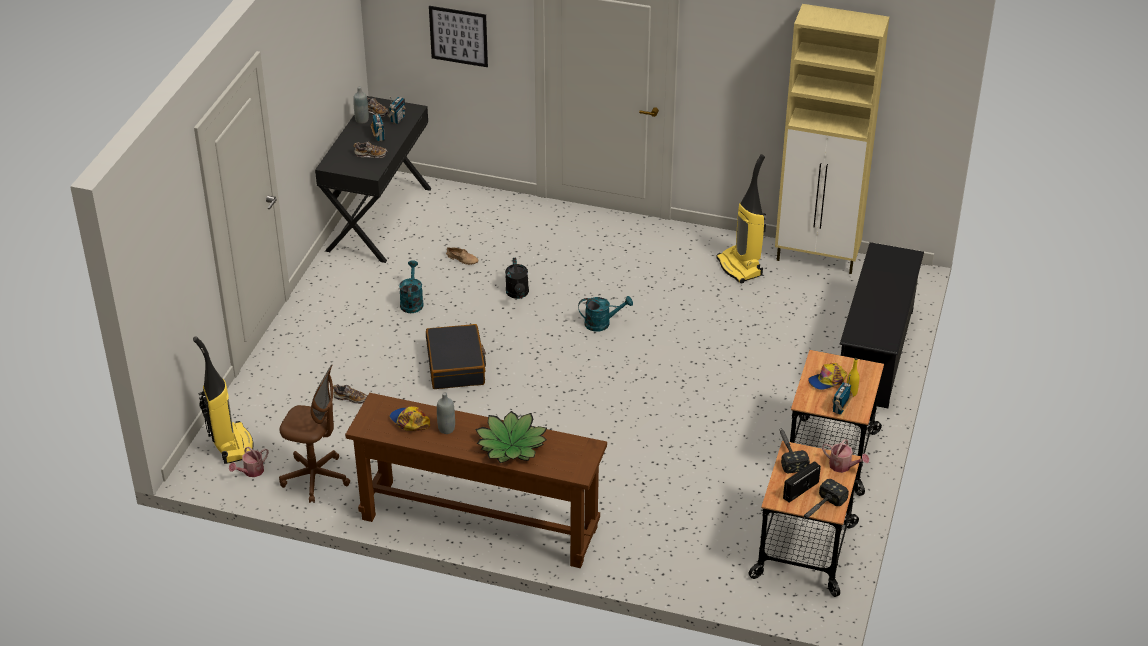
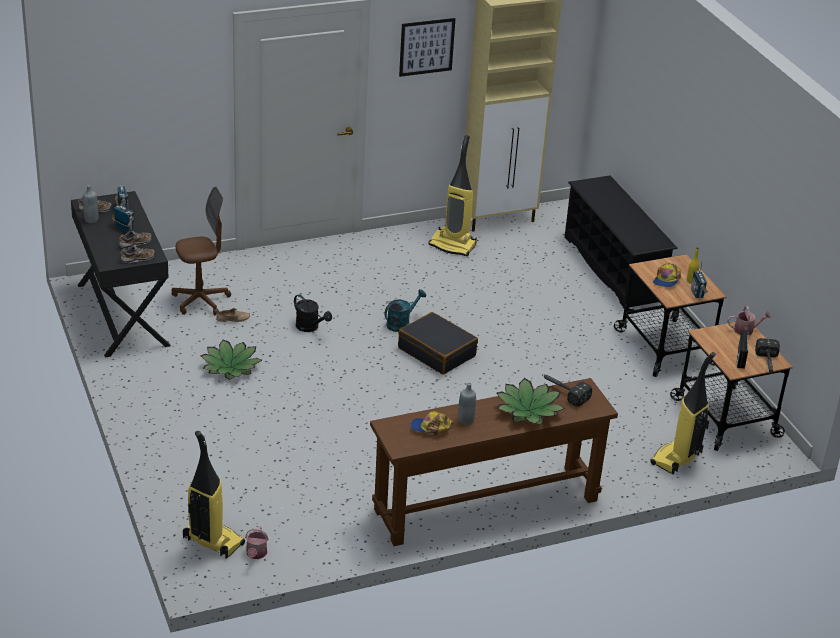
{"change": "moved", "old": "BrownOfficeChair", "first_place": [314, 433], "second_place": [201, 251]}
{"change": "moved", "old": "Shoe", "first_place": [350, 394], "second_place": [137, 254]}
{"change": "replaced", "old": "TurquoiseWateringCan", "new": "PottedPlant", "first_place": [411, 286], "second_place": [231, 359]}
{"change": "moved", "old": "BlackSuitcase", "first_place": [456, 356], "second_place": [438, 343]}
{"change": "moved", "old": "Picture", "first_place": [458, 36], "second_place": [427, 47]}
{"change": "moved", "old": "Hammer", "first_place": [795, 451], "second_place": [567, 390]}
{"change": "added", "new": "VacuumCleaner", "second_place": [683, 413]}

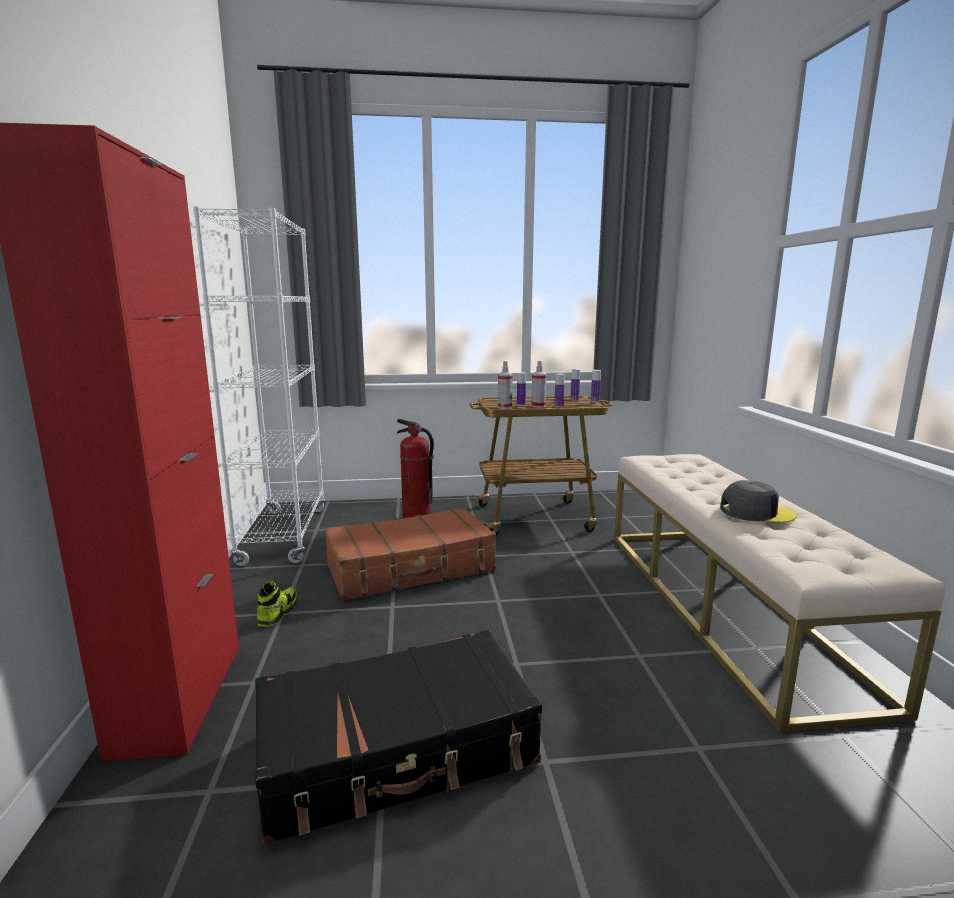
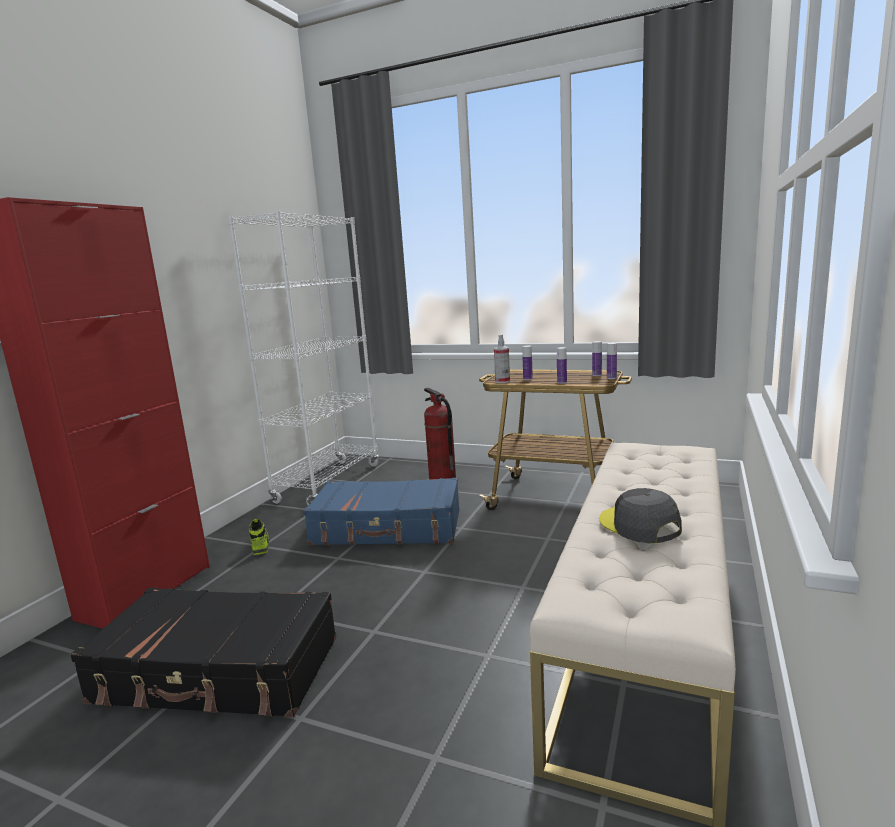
{"change": "turned", "old": "Shoe", "first_place": [277, 604], "second_place": [259, 537], "degrees": -60}
{"change": "recoloured", "old": "BrownSuitcase", "new": "BlueSuitcase", "first_place": [410, 554], "second_place": [381, 512]}
{"change": "removed", "old": "SprayBottle", "first_place": [539, 384]}
{"change": "turned", "old": "GreyCap", "first_place": [758, 501], "second_place": [640, 515], "degrees": -150}

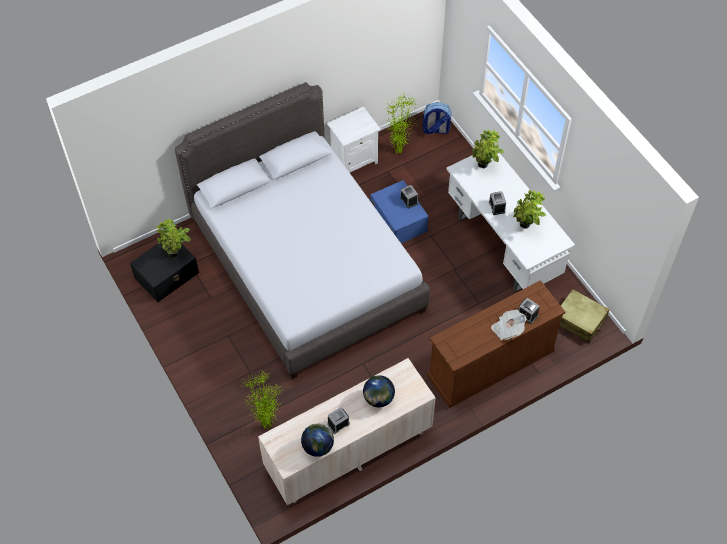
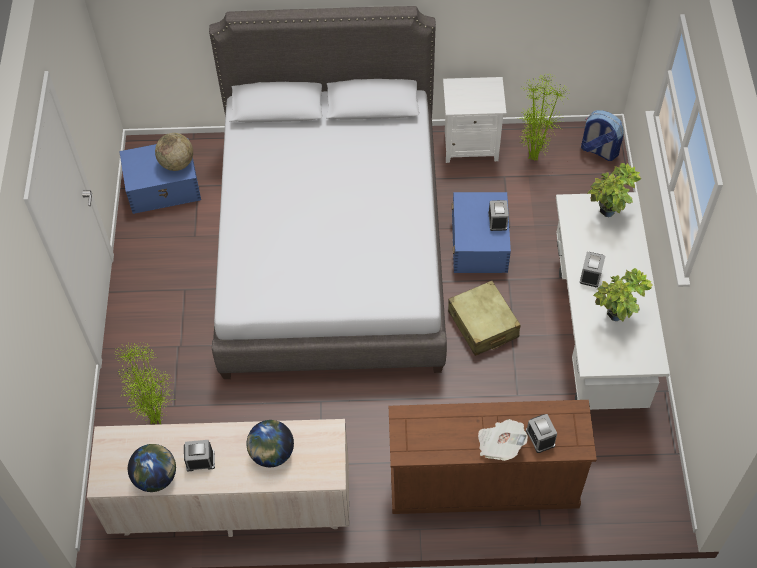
{"change": "recoloured", "old": "BlackStorageBox", "new": "BlueStorageBox", "first_place": [164, 271], "second_place": [160, 176]}
{"change": "replaced", "old": "PottedPlant", "new": "Globe", "first_place": [173, 238], "second_place": [174, 152]}
{"change": "moved", "old": "BeigeSuitcase", "first_place": [585, 316], "second_place": [484, 318]}

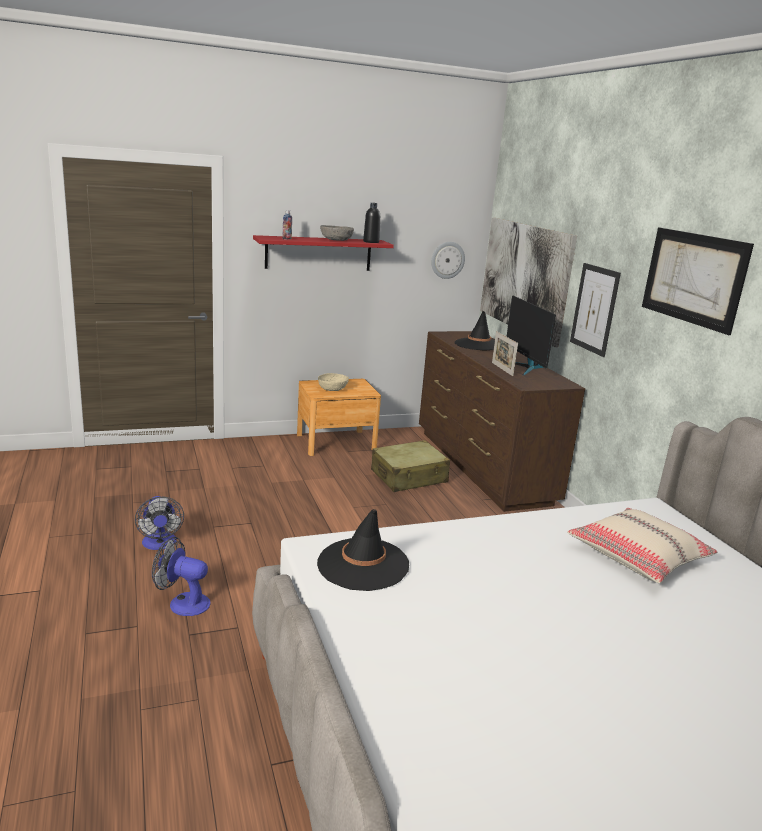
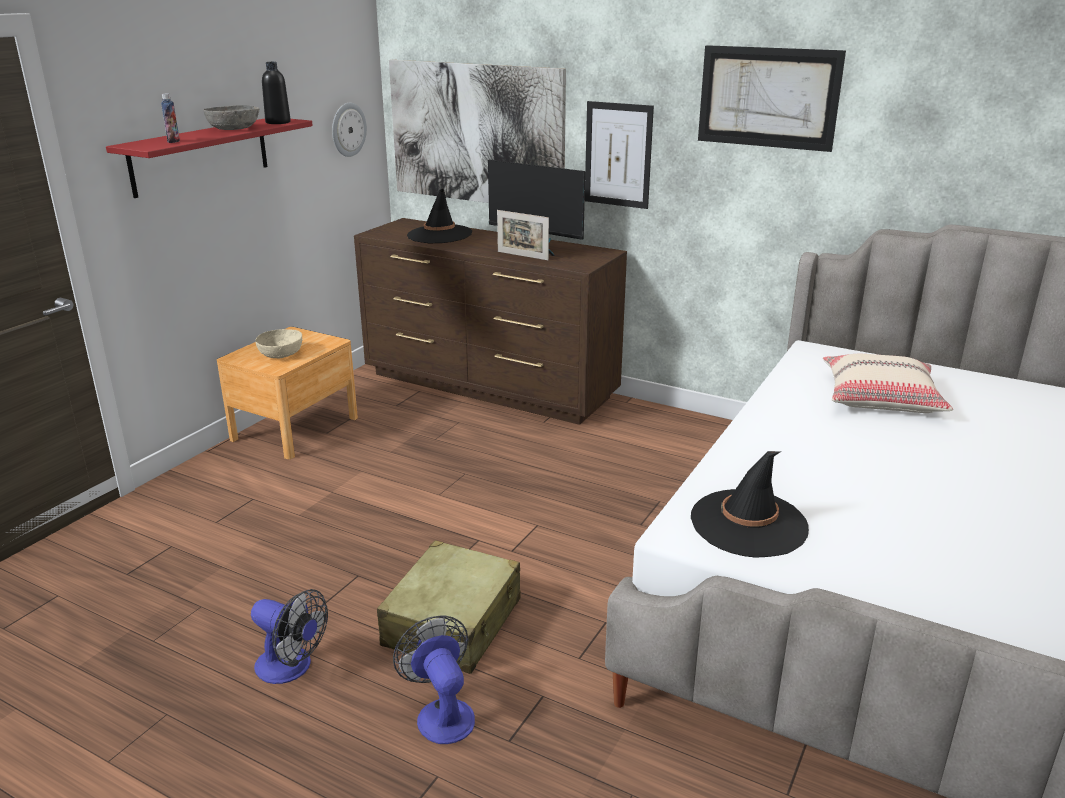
{"change": "turned", "old": "Fan", "first_place": [181, 576], "second_place": [434, 679], "degrees": 90}
{"change": "moved", "old": "BeigeSuitcase", "first_place": [410, 466], "second_place": [449, 607]}

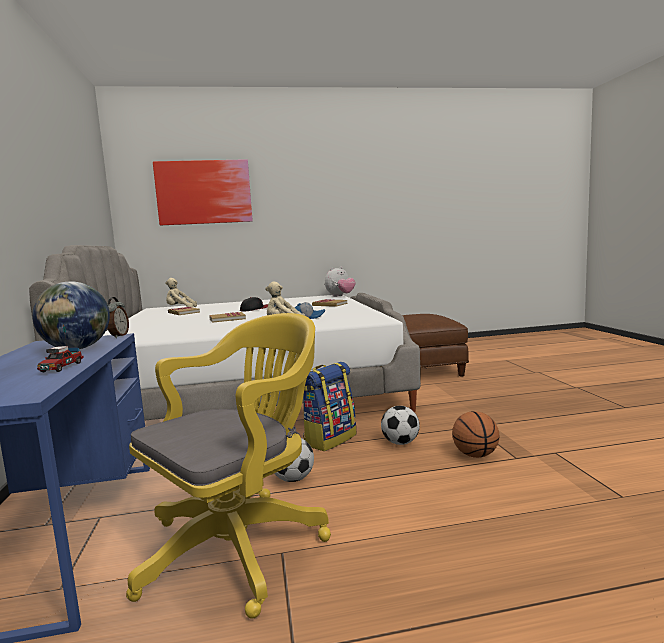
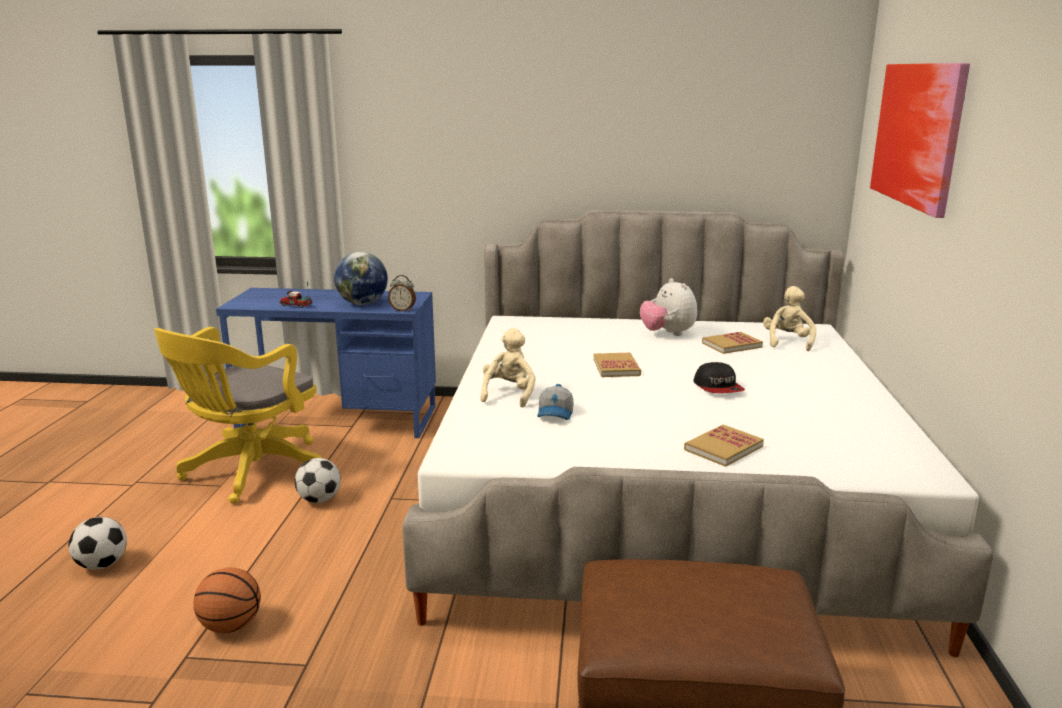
{"change": "turned", "old": "YellowOfficeChair", "first_place": [228, 466], "second_place": [238, 415], "degrees": 60}
{"change": "removed", "old": "Backpack", "first_place": [330, 406]}
{"change": "moved", "old": "PlushToy", "first_place": [340, 282], "second_place": [668, 307]}
{"change": "moved", "old": "Football", "first_place": [400, 425], "second_place": [98, 543]}

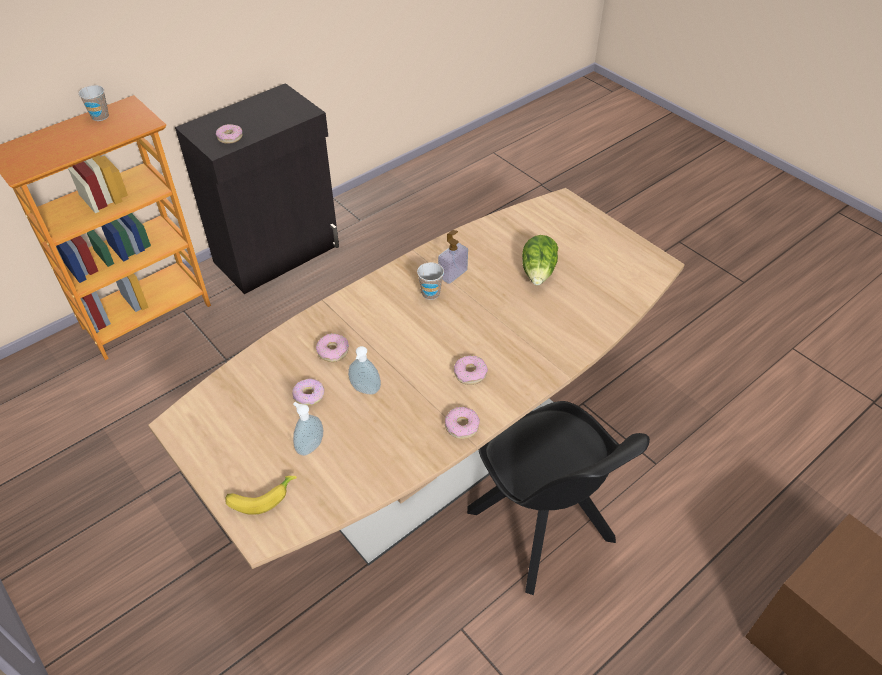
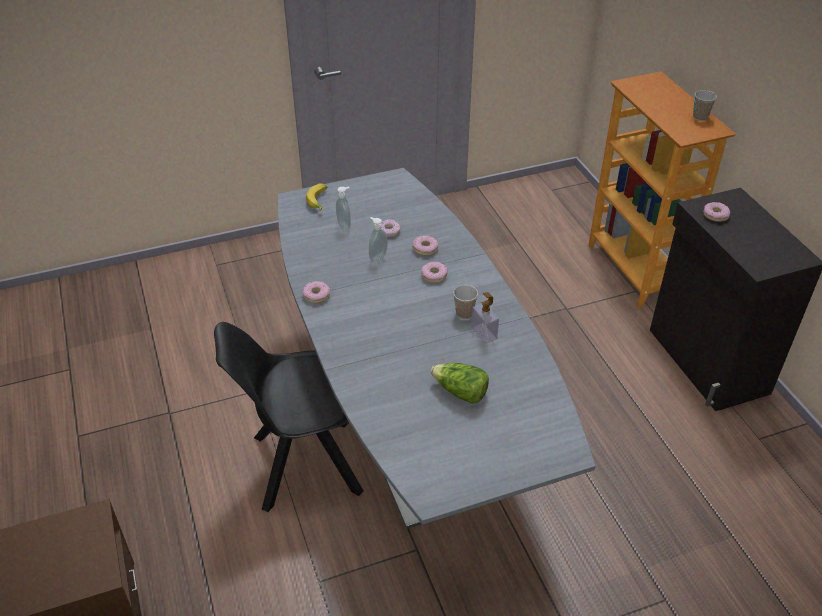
{"change": "recoloured", "old": "BrownDiningTable", "new": "GreyDiningTable", "first_place": [416, 378], "second_place": [436, 348]}
{"change": "moved", "old": "Donut", "first_place": [471, 370], "second_place": [434, 272]}

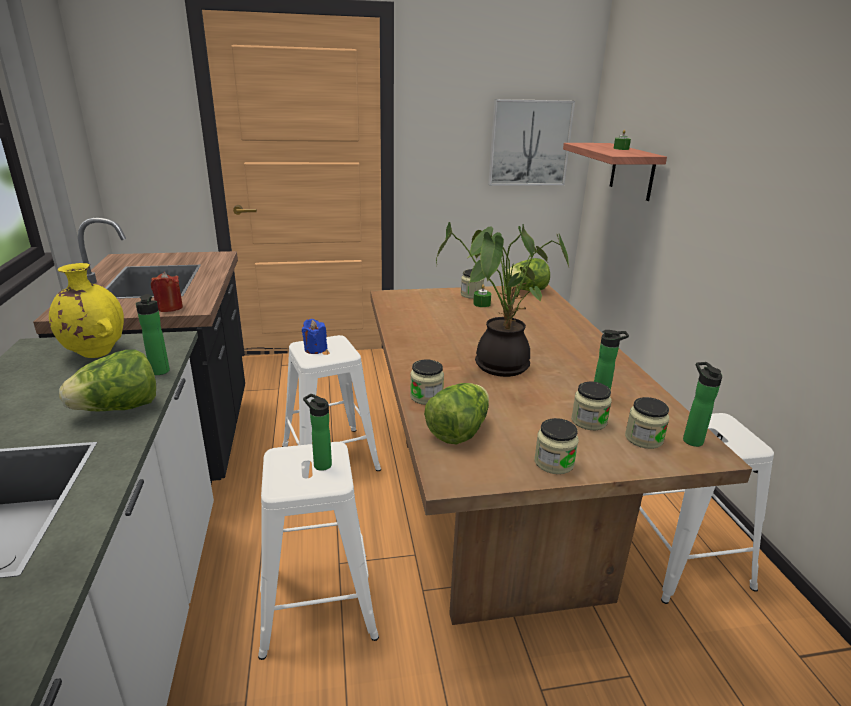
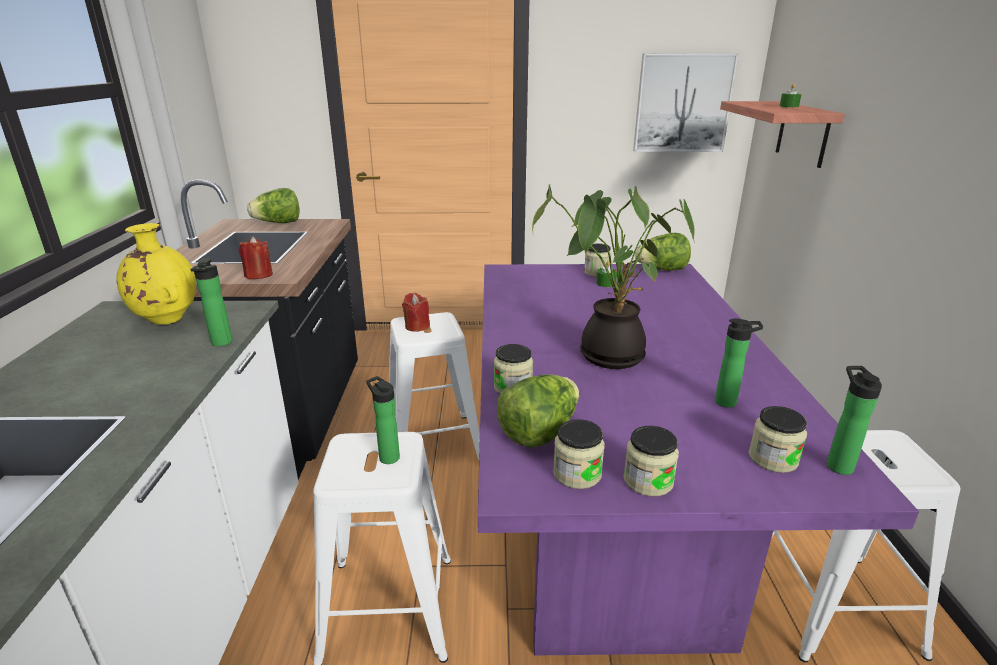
{"change": "moved", "old": "Lettuce", "first_place": [107, 380], "second_place": [273, 205]}
{"change": "recoloured", "old": "BlueCandle", "new": "RedCandle", "first_place": [314, 336], "second_place": [416, 312]}
{"change": "recoloured", "old": "BrownDiningTable", "new": "PurpleDiningTable", "first_place": [561, 455], "second_place": [698, 460]}
{"change": "moved", "old": "Jar", "first_place": [591, 406], "second_place": [578, 454]}

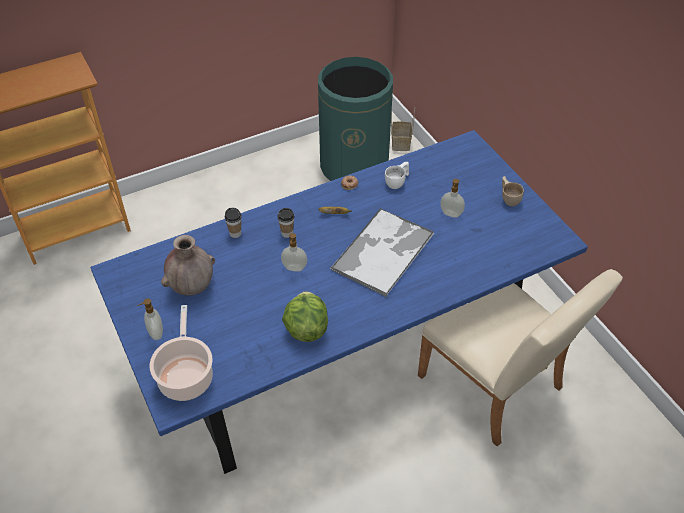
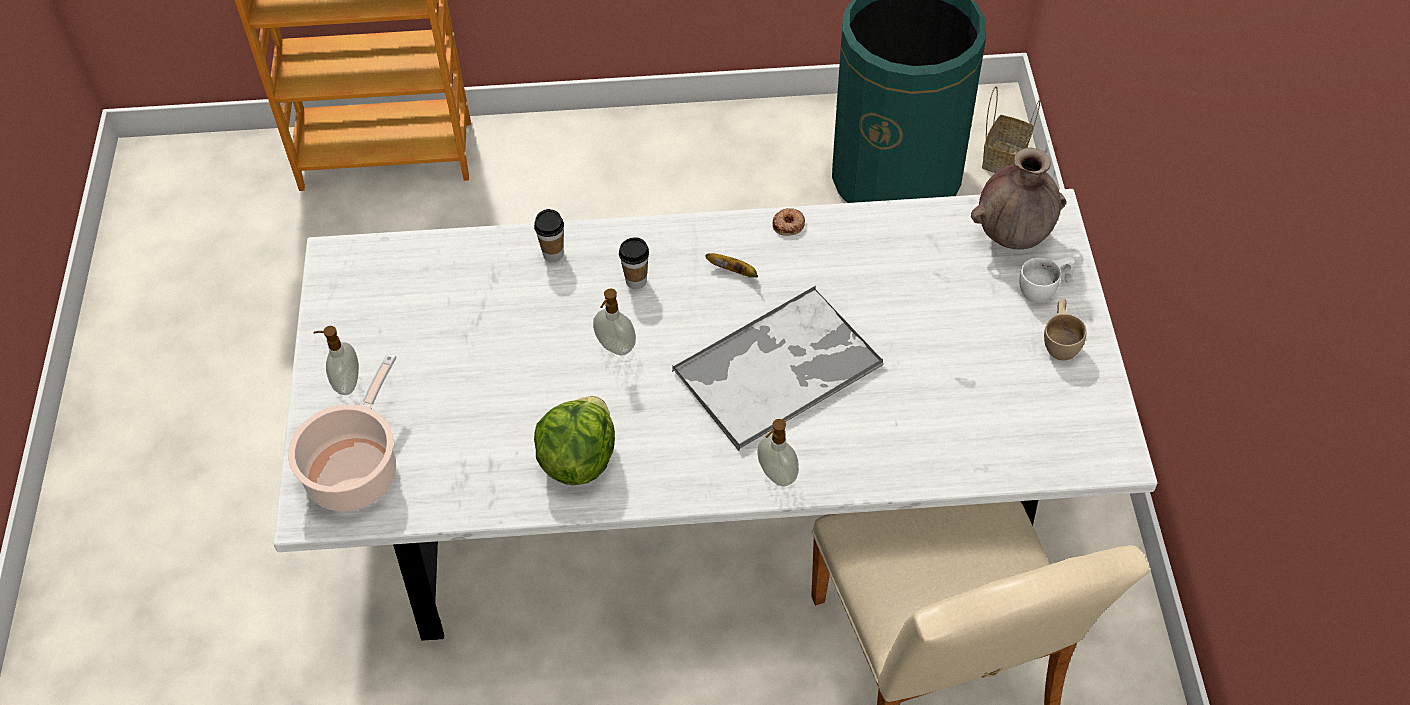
{"change": "recoloured", "old": "BlueDiningTable", "new": "WhiteDiningTable", "first_place": [339, 302], "second_place": [715, 415]}
{"change": "moved", "old": "BrownVase", "first_place": [188, 265], "second_place": [1018, 198]}
{"change": "moved", "old": "WhiteCup", "first_place": [397, 175], "second_place": [1047, 280]}
{"change": "moved", "old": "SoapDispenser", "first_place": [452, 198], "second_place": [778, 453]}

